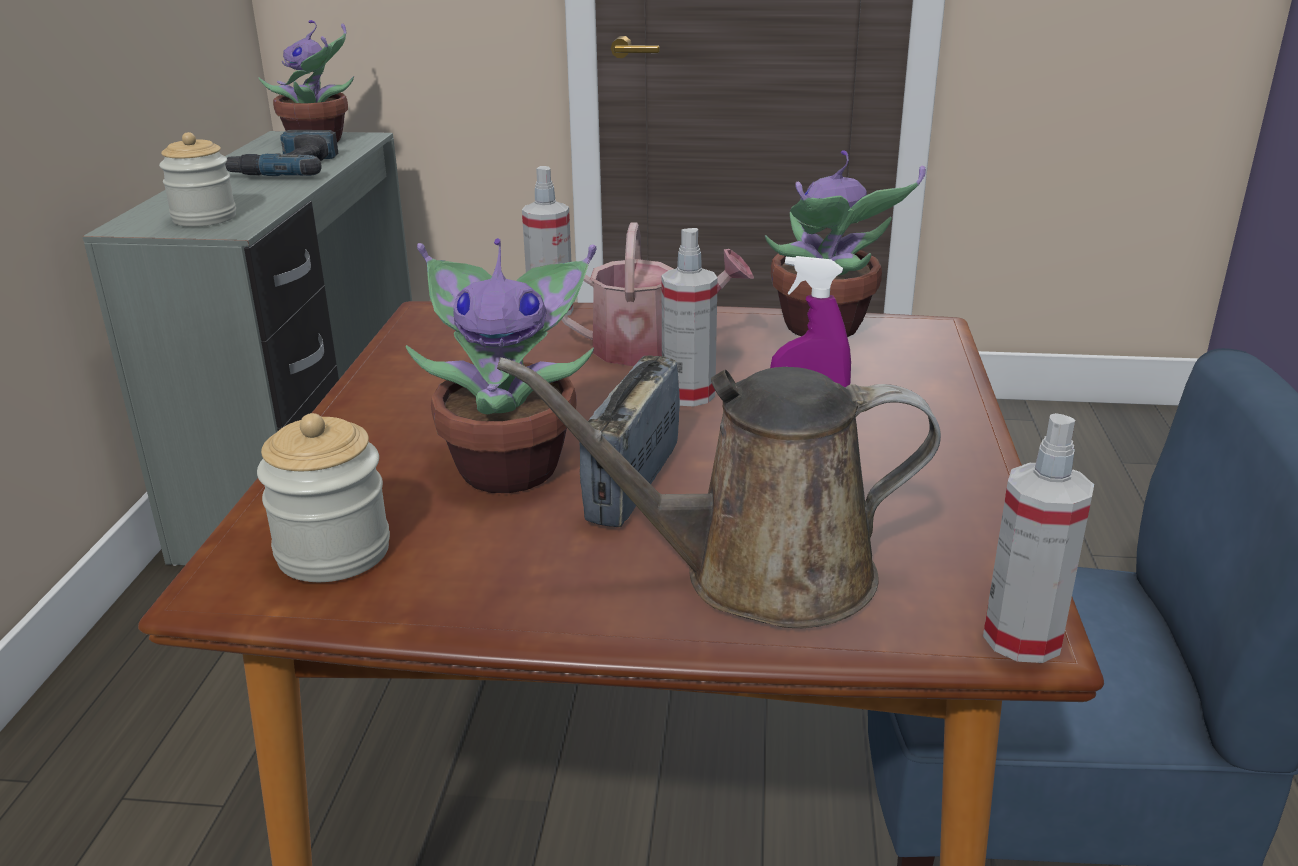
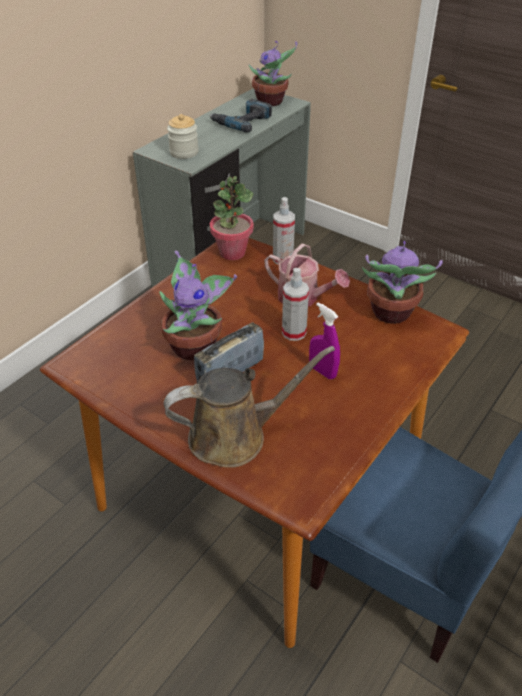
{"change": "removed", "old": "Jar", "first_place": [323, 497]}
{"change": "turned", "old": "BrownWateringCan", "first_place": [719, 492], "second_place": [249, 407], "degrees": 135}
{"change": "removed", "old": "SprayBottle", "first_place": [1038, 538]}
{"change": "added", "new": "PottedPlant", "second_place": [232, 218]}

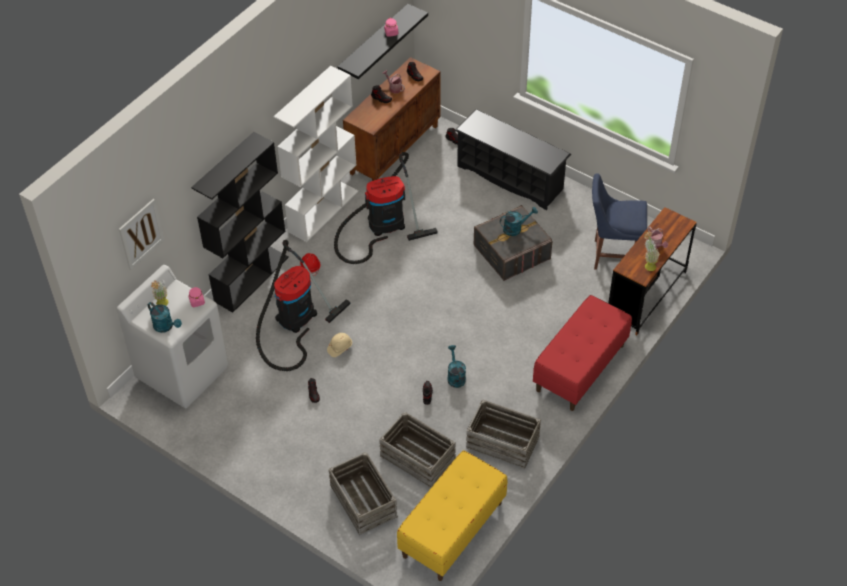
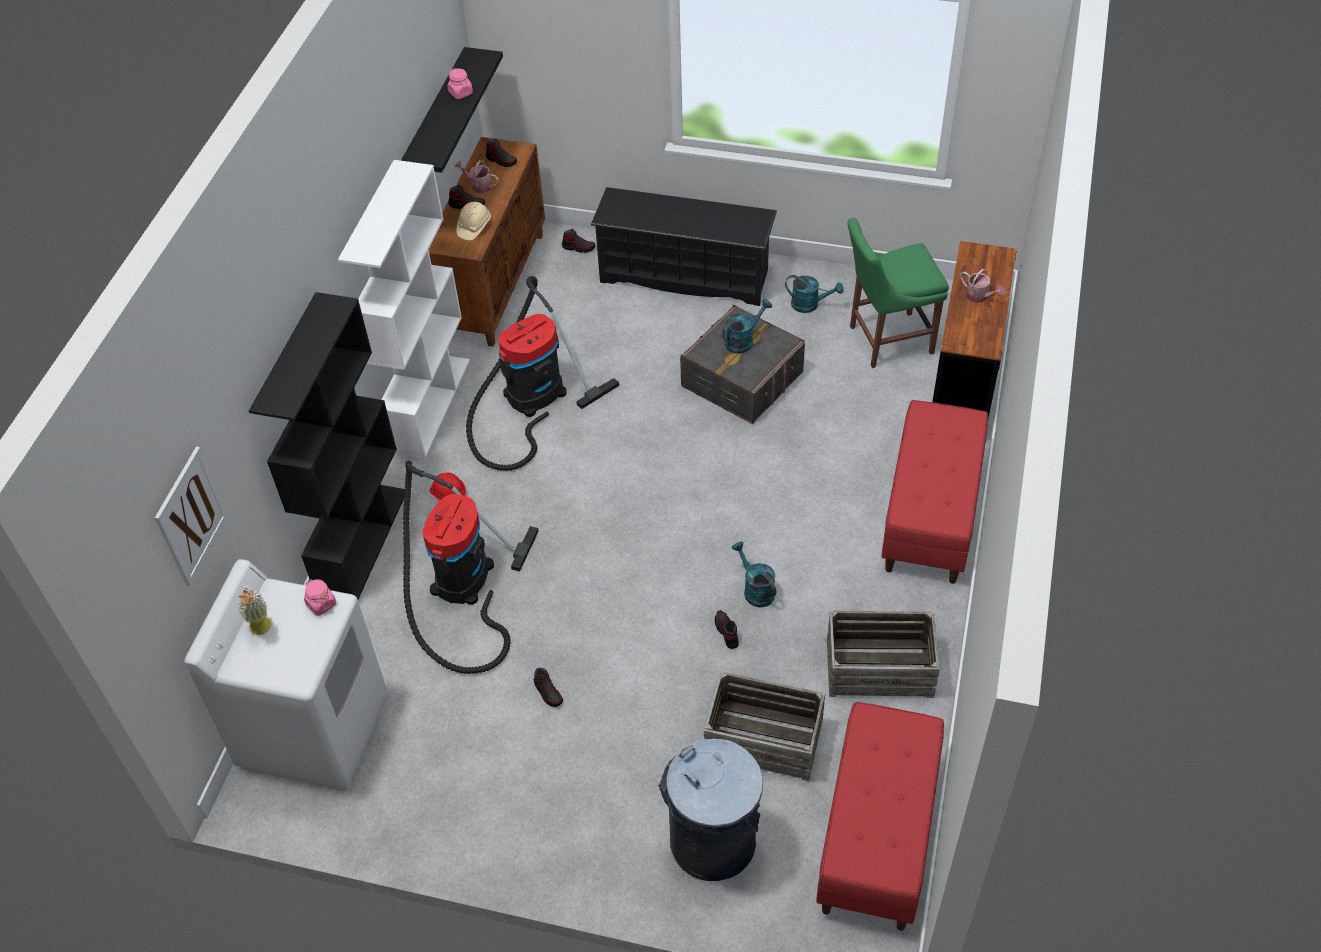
{"change": "moved", "old": "TurquoiseWateringCan", "first_place": [165, 317], "second_place": [814, 294]}
{"change": "moved", "old": "BeigeHardHat", "first_place": [339, 345], "second_place": [473, 221]}
{"change": "replaced", "old": "Crate", "new": "GreyTrashCan", "first_place": [363, 493], "second_place": [710, 810]}
{"change": "recoloured", "old": "YellowBench", "new": "RedBench", "first_place": [452, 515], "second_place": [880, 816]}
{"change": "recoloured", "old": "BlueChair", "new": "GreenChair", "first_place": [619, 221], "second_place": [898, 293]}
{"change": "removed", "old": "PottedPlant", "first_place": [652, 251]}

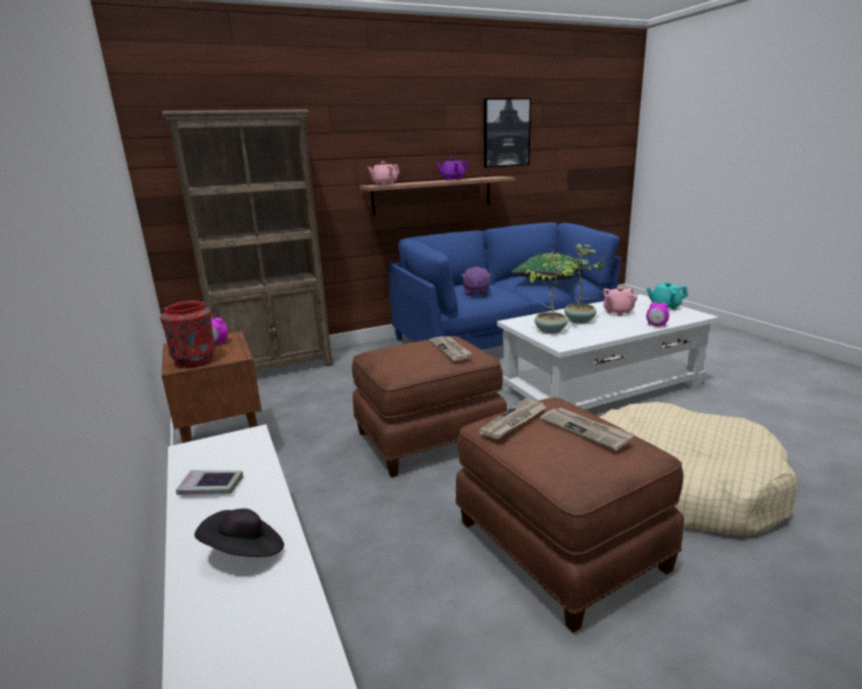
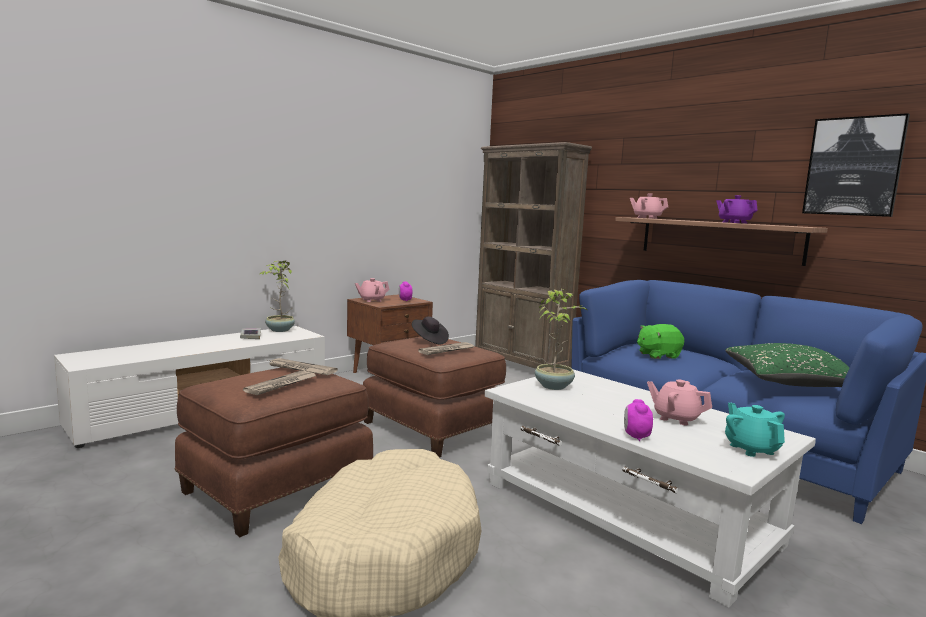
{"change": "replaced", "old": "RedVase", "new": "PinkTeapot", "first_place": [188, 334], "second_place": [372, 290]}
{"change": "moved", "old": "BlackHat", "first_place": [239, 532], "second_place": [430, 330]}
{"change": "recoloured", "old": "PurplePlushToy", "new": "GreenPlushToy", "first_place": [476, 281], "second_place": [660, 341]}
{"change": "moved", "old": "PottedPlant", "first_place": [585, 284], "second_place": [277, 296]}

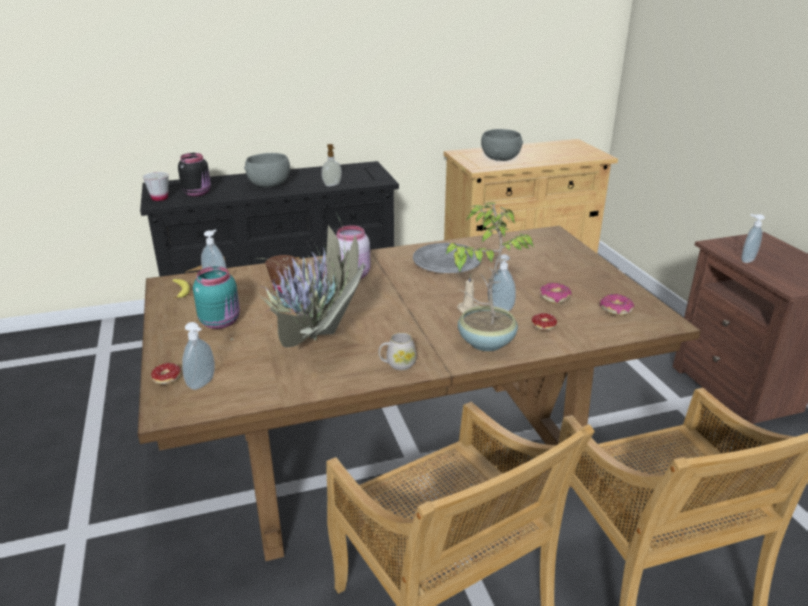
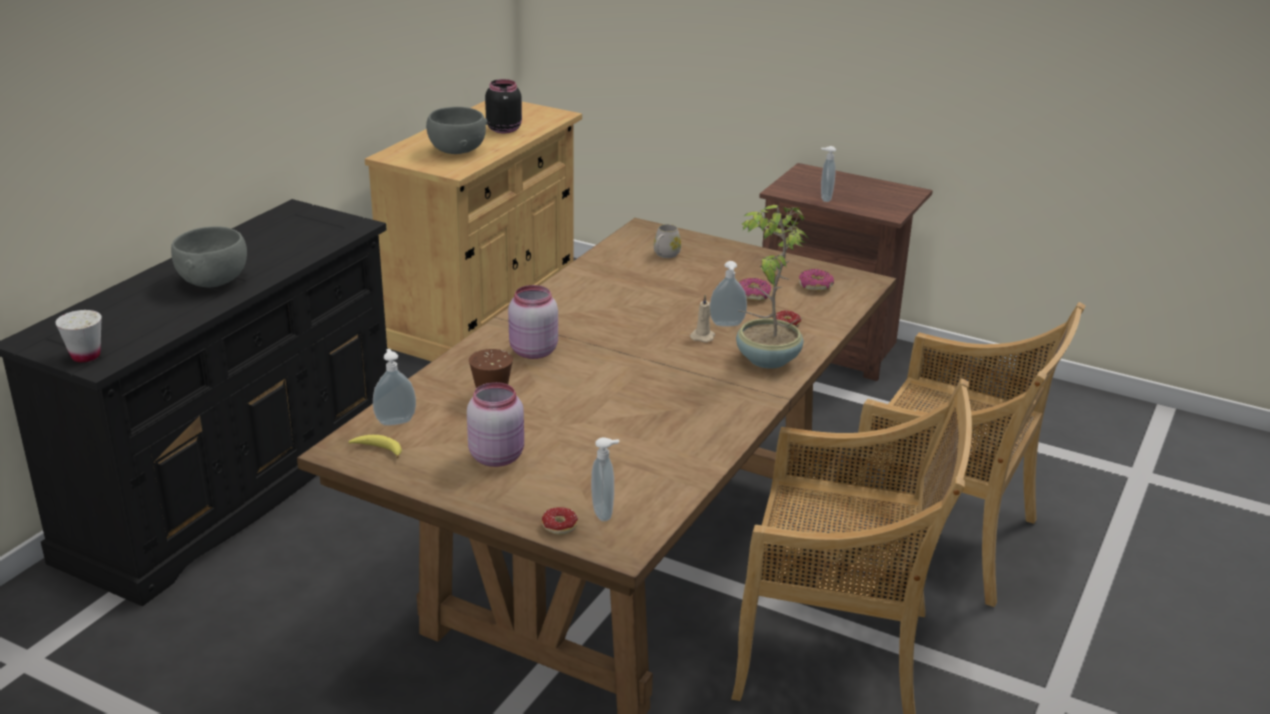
{"change": "moved", "old": "BlackJar", "first_place": [194, 174], "second_place": [503, 106]}
{"change": "recoloured", "old": "TurquoiseJar", "new": "PinkJar", "first_place": [216, 297], "second_place": [495, 424]}
{"change": "removed", "old": "PottedPlant", "first_place": [297, 281]}
{"change": "removed", "old": "SoapDispenser", "first_place": [331, 165]}
{"change": "moved", "old": "WhiteMug", "first_place": [397, 351], "second_place": [667, 241]}
{"change": "removed", "old": "GreyPlate", "first_place": [446, 258]}

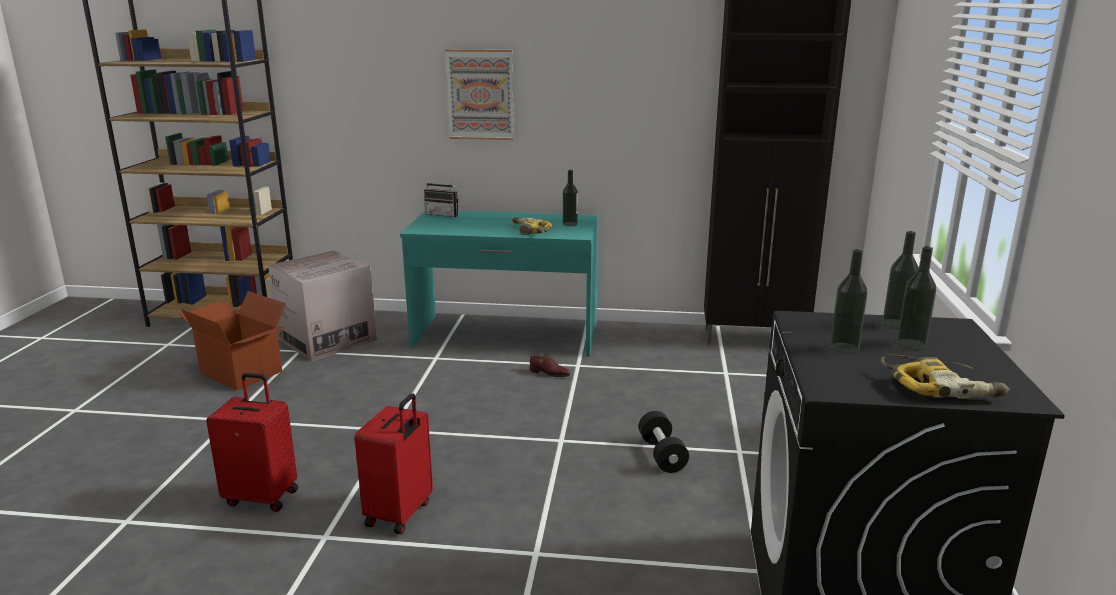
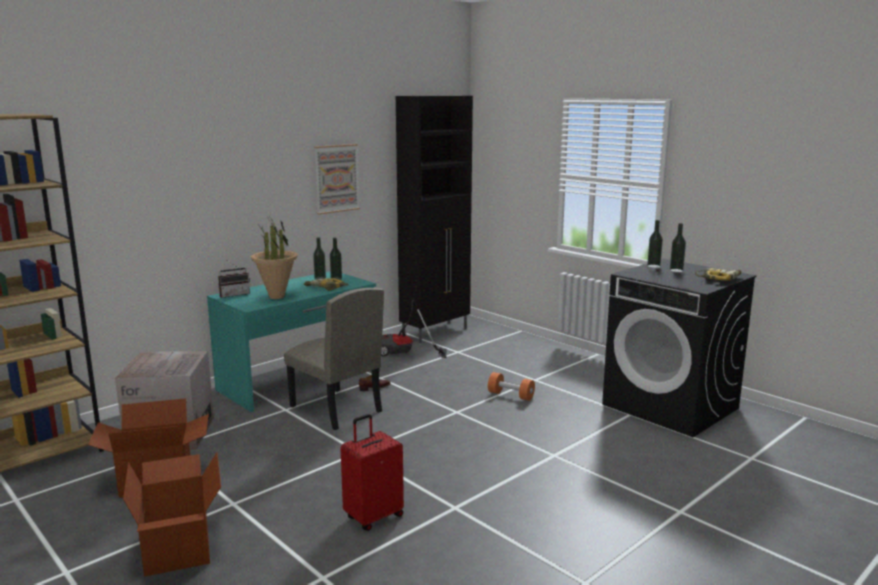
{"change": "removed", "old": "RedSuitcase", "first_place": [394, 463]}
{"change": "moved", "old": "Picture", "first_place": [479, 94], "second_place": [337, 179]}
{"change": "recoloured", "old": "BlackDumbbell", "new": "OrangeDumbbell", "first_place": [664, 442], "second_place": [511, 386]}
{"change": "moved", "old": "Bottle", "first_place": [849, 301], "second_place": [319, 258]}
{"change": "added", "new": "CardboardBox", "second_place": [172, 514]}
{"change": "added", "new": "PottedPlant", "second_place": [274, 257]}
{"change": "added", "new": "BeigeChair", "second_place": [334, 359]}
{"change": "added", "new": "VacuumCleaner", "second_place": [414, 329]}

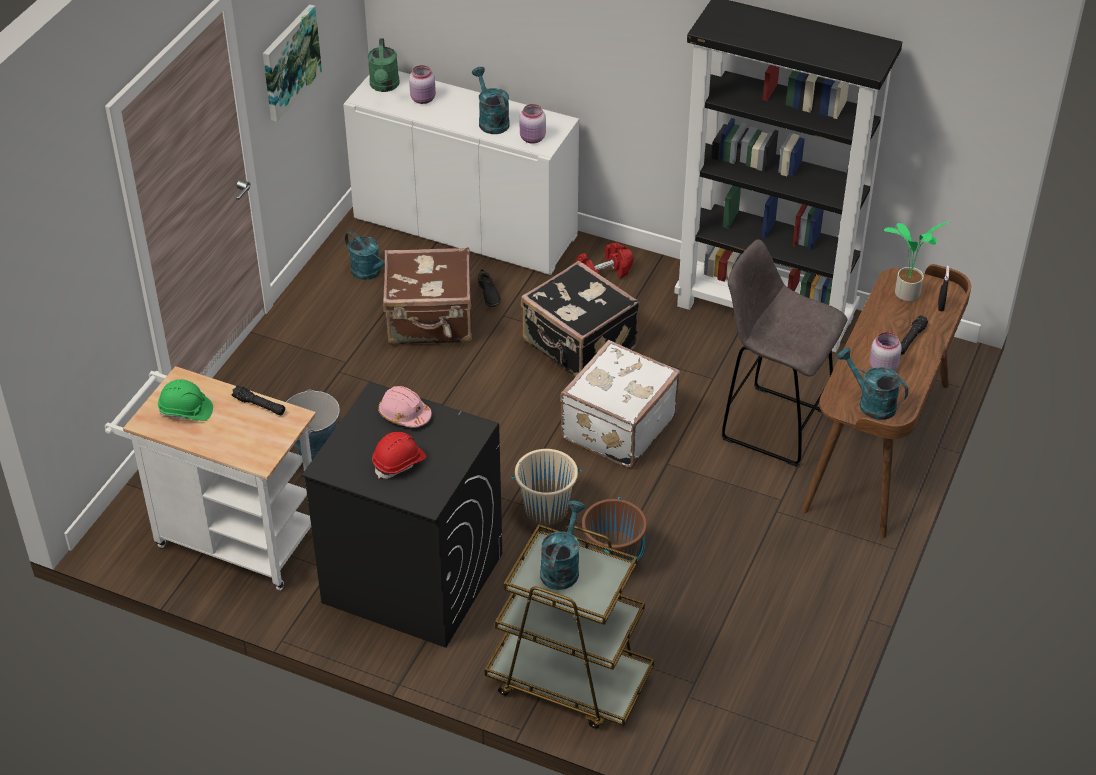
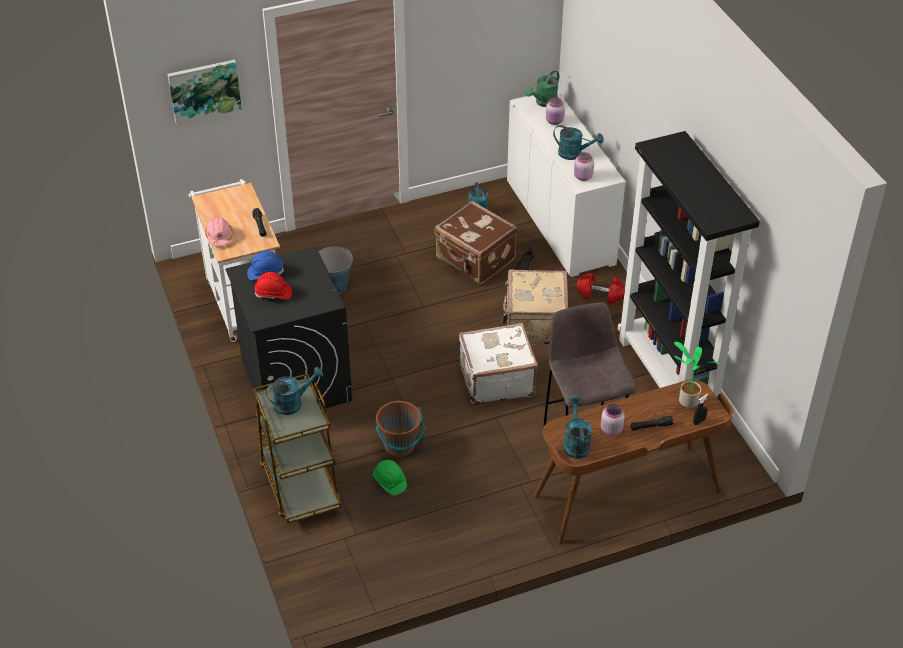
{"change": "moved", "old": "GreenHardHat", "first_place": [185, 400], "second_place": [390, 477]}
{"change": "moved", "old": "Picture", "first_place": [292, 63], "second_place": [205, 92]}
{"change": "moved", "old": "PinkHardHat", "first_place": [405, 407], "second_place": [218, 231]}
{"change": "turned", "old": "TurquoiseWateringCan", "first_place": [491, 100], "second_place": [578, 142], "degrees": 90}
{"change": "removed", "old": "BeigeBucket", "first_place": [546, 487]}
{"change": "recoloured", "old": "BlackSuitcase", "new": "BeigeSuitcase", "first_place": [580, 319], "second_place": [535, 307]}
{"change": "added", "new": "BlueHardHat", "second_place": [265, 265]}

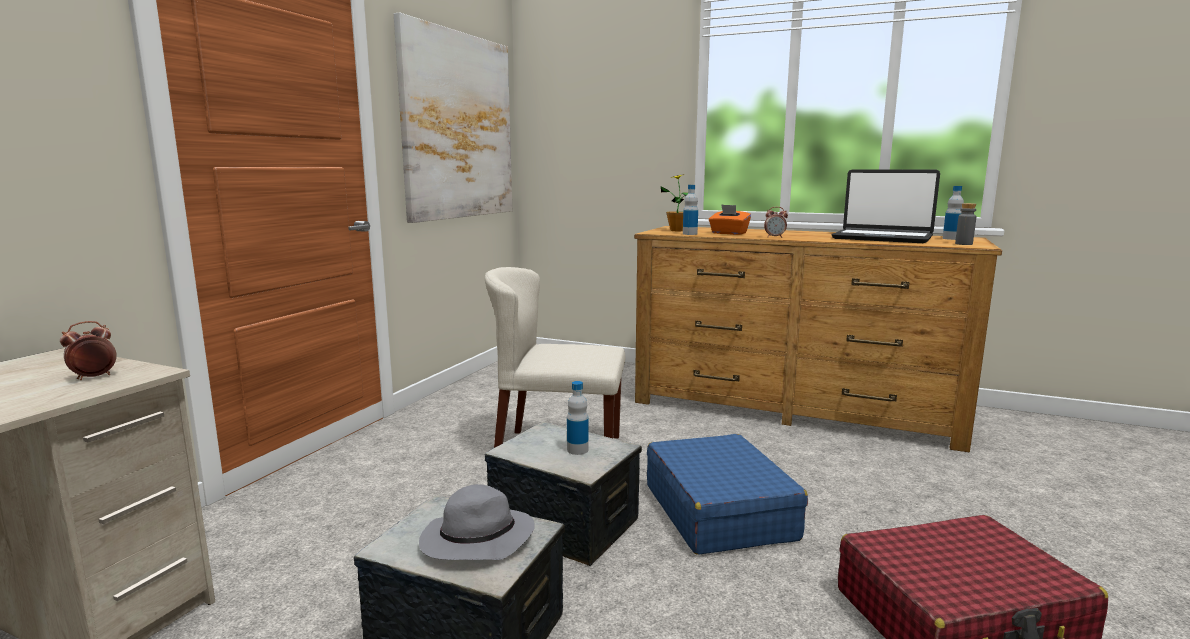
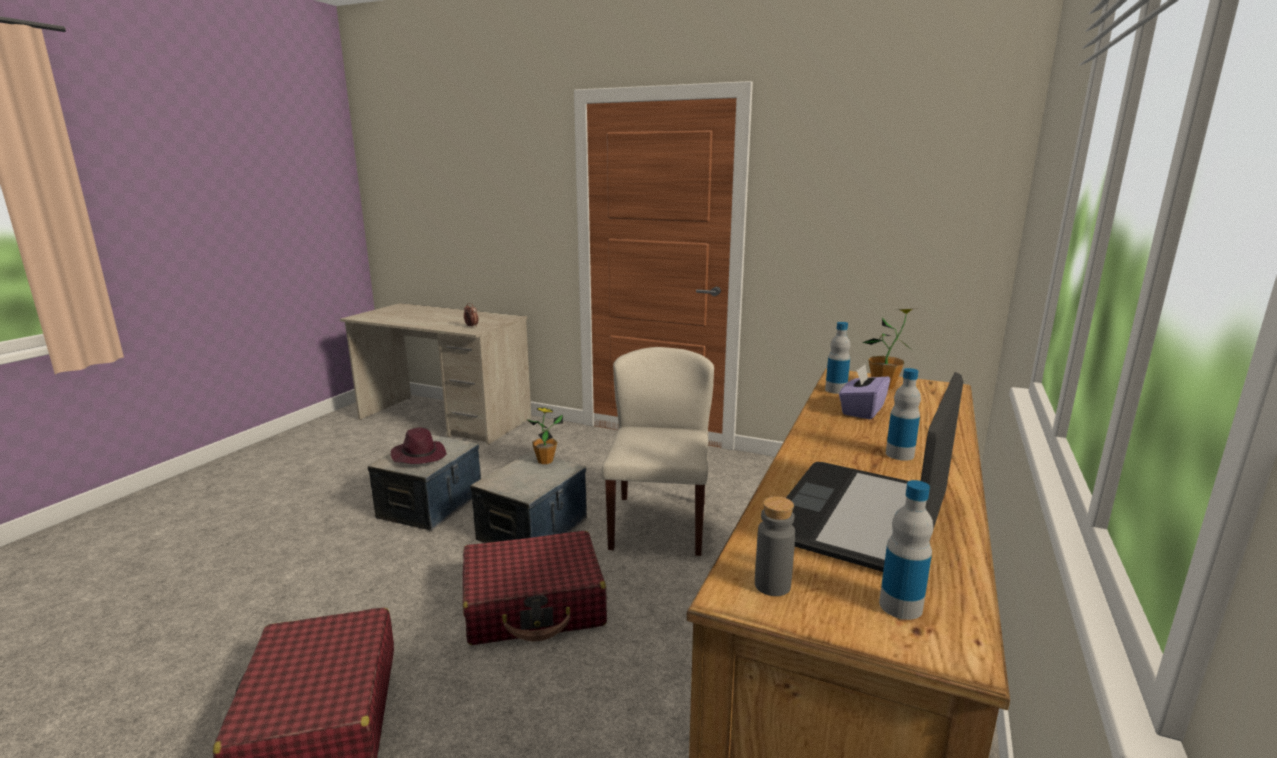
{"change": "removed", "old": "Picture", "first_place": [453, 117]}
{"change": "recoloured", "old": "GreyHat", "new": "PurpleHat", "first_place": [477, 522], "second_place": [418, 445]}
{"change": "moved", "old": "Bottle", "first_place": [578, 418], "second_place": [903, 414]}
{"change": "recoloured", "old": "BlueSuitcase", "new": "RedSuitcase", "first_place": [727, 494], "second_place": [535, 588]}
{"change": "recoloured", "old": "OrangeTissueBox", "new": "PurpleTissueBox", "first_place": [730, 219], "second_place": [864, 391]}
{"change": "removed", "old": "AlarmClock", "first_place": [776, 222]}
{"change": "added", "new": "PottedPlant", "second_place": [544, 436]}

